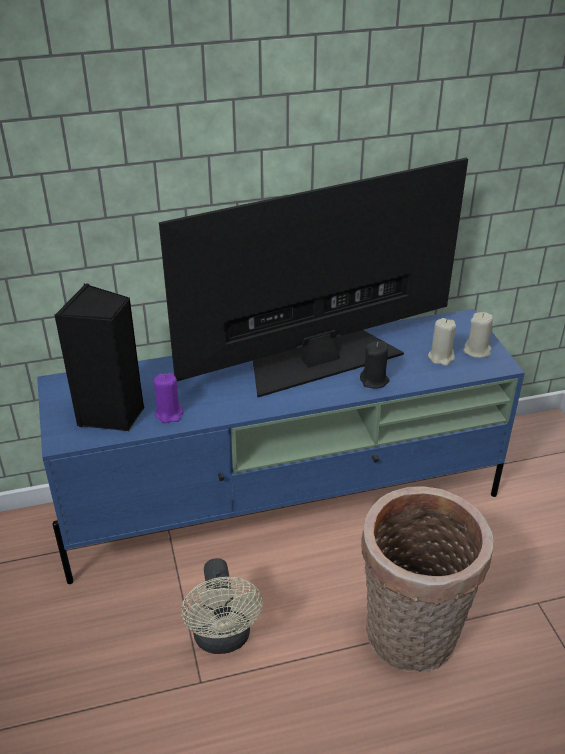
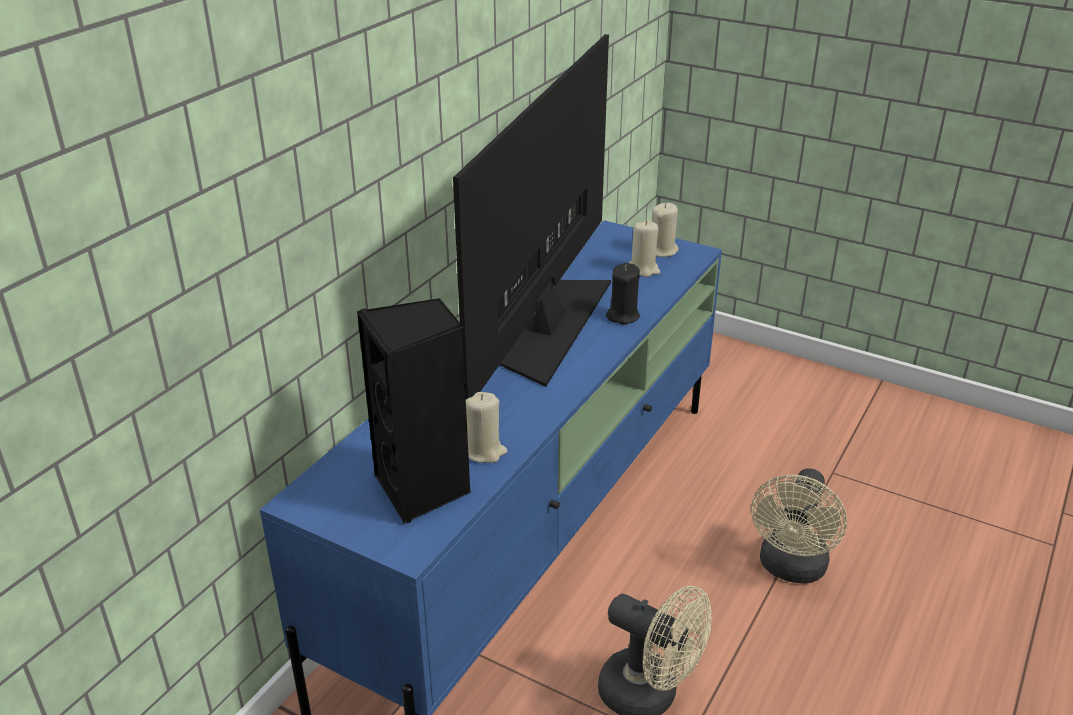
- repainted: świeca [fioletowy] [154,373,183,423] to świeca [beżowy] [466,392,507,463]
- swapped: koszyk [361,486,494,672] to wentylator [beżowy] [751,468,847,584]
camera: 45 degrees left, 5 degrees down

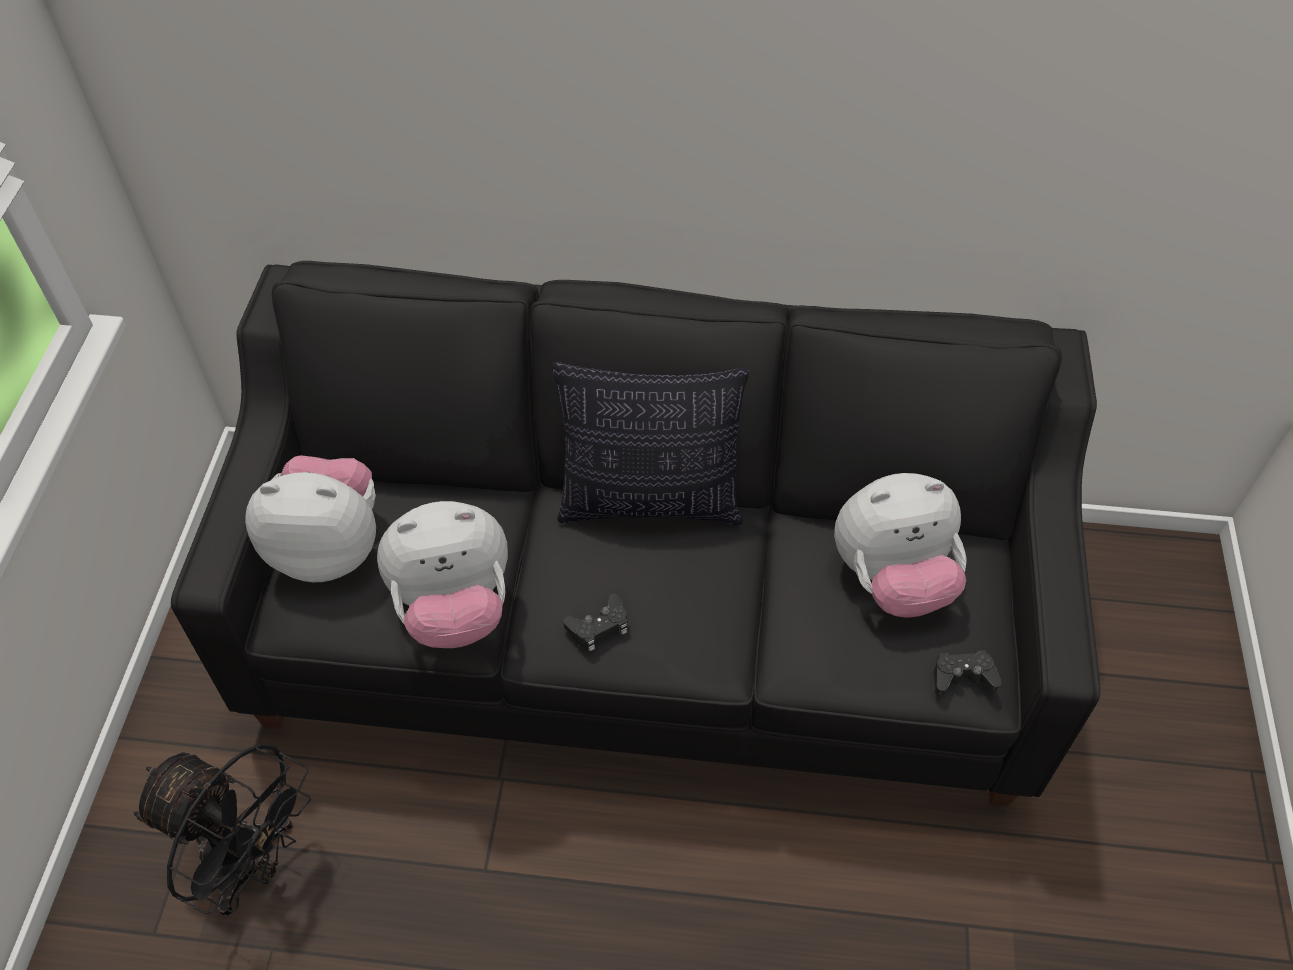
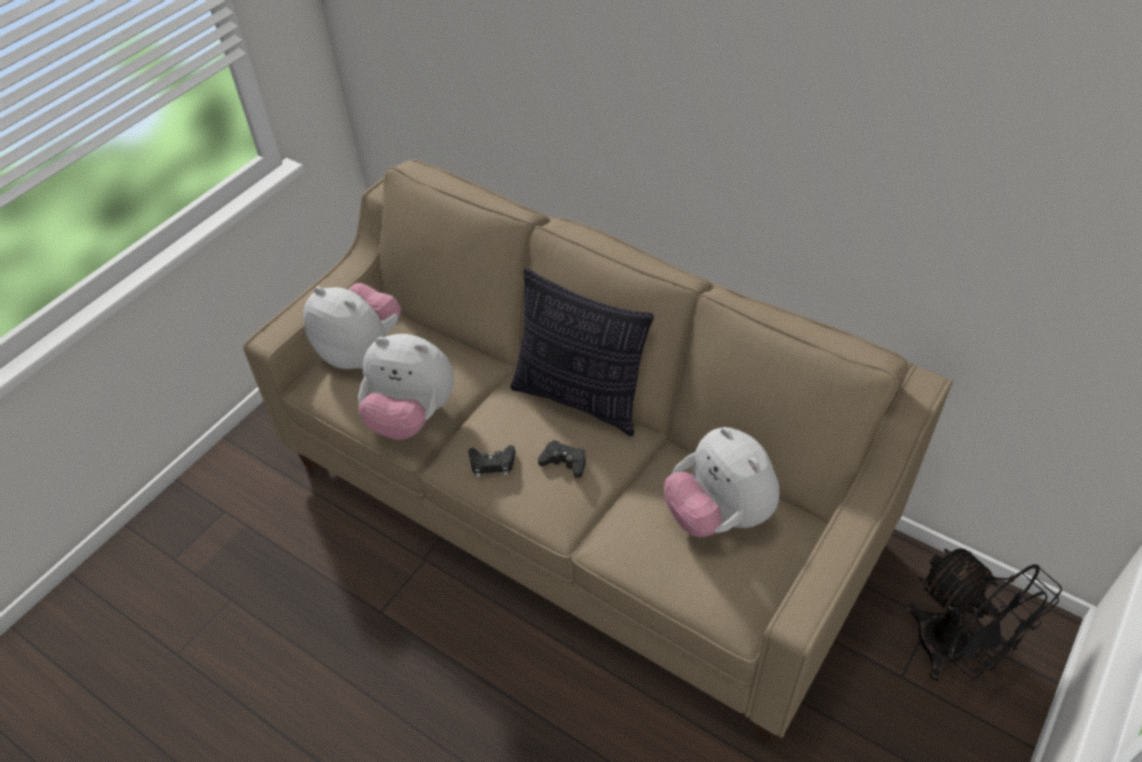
- shifted: wentylator [czarny] [134,744,311,916] to [906,549,1062,682]
- repainted: kanapa [czarny] [171,261,1101,806] to kanapa [beżowy] [243,159,953,742]
- rotated: pluszak [834,473,967,617] = [664,427,779,537] 45 degrees clockwise
- shifted: pad do gier [czarny] [934,650,1002,695] to [538,440,586,478]
camera: 30 degrees right, 5 degrees down

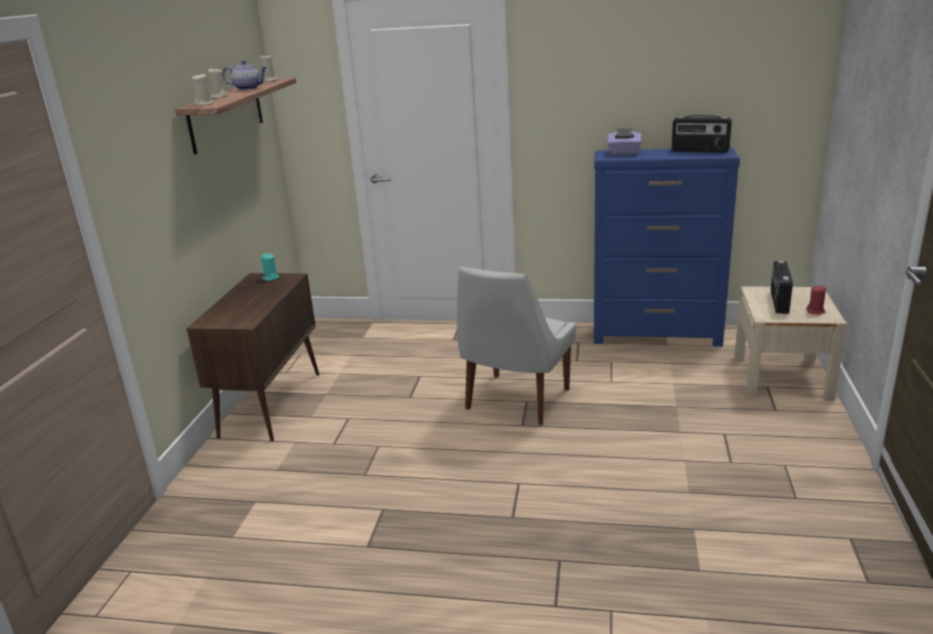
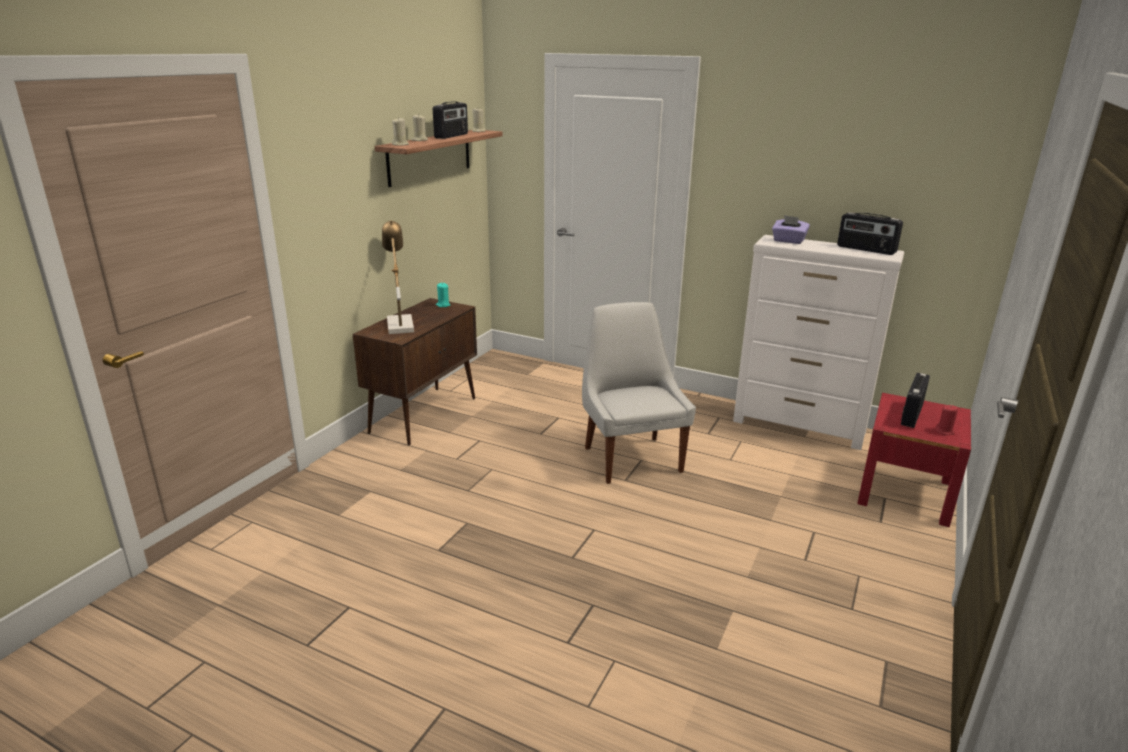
- swapped: imbryk [222,60,267,90] to radio [433,101,468,139]
- rotated: krzesło [biały] [457,267,576,425] = [582,302,696,484] 120 degrees clockwise
- repainted: komoda [niebieski] [594,147,740,347] to komoda [biały] [733,235,904,450]
- repainted: szafka nocna [beżowy] [734,286,847,401] to szafka nocna [czerwony] [857,393,971,527]
- new: lampa stołowa [382,220,414,334]
camera: 15 degrees right, 0 degrees up

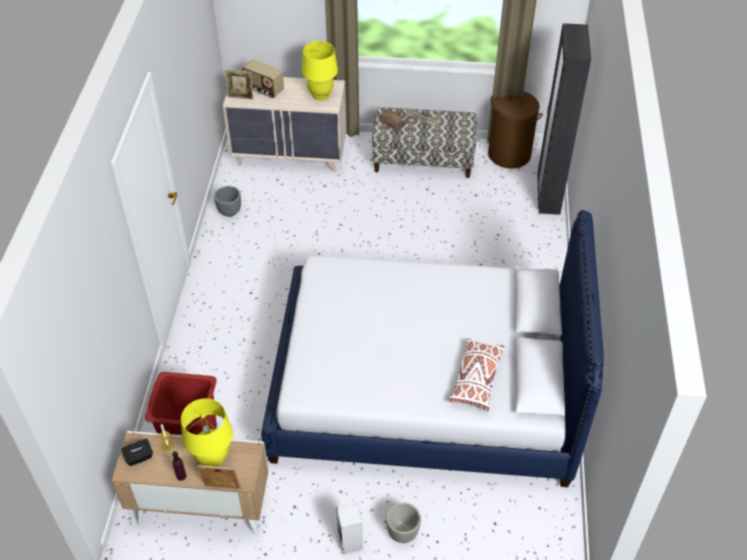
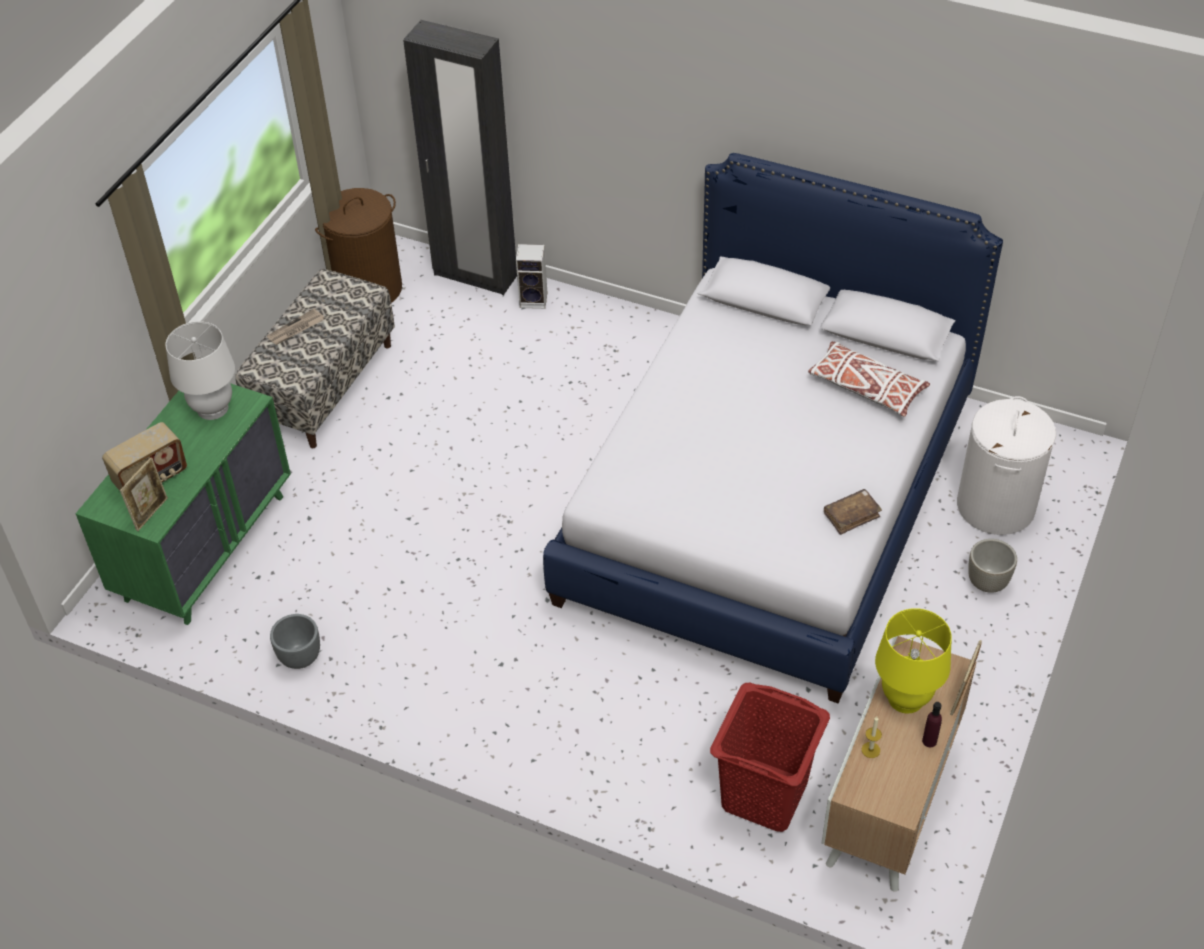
- gone: pudełko chusteczek [czarny] [121,439,153,466]
- repainted: komoda [beżowy] [223,77,346,171] to komoda [zielony] [76,383,291,625]
- repainted: lampa stołowa [żółty] [302,41,338,100] to lampa stołowa [biały] [166,321,235,420]
- shifted: głośnik [336,503,363,554] to [516,244,547,309]
- shifted: książka [brązowy] [378,109,407,132] to [824,489,882,535]
- new: kosz na pranie [biały] [957,396,1056,535]
camera: 70 degrees left, 0 degrees up

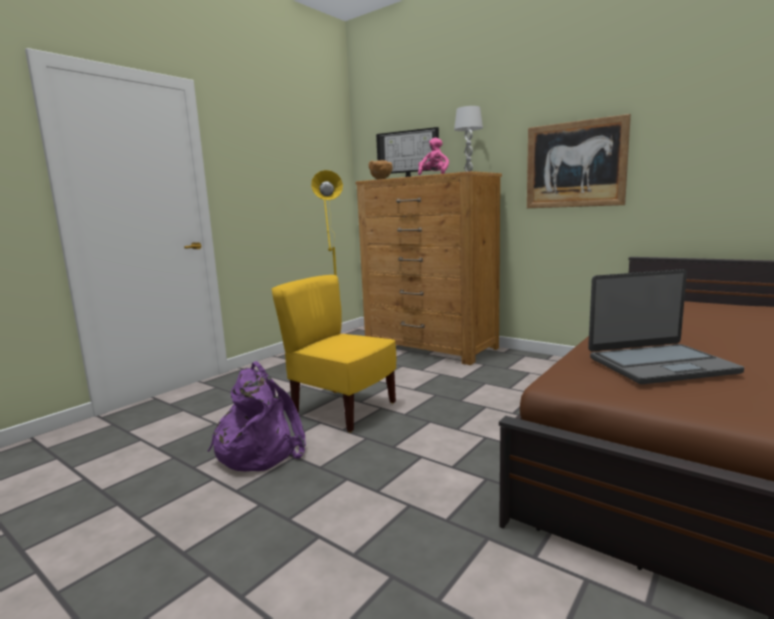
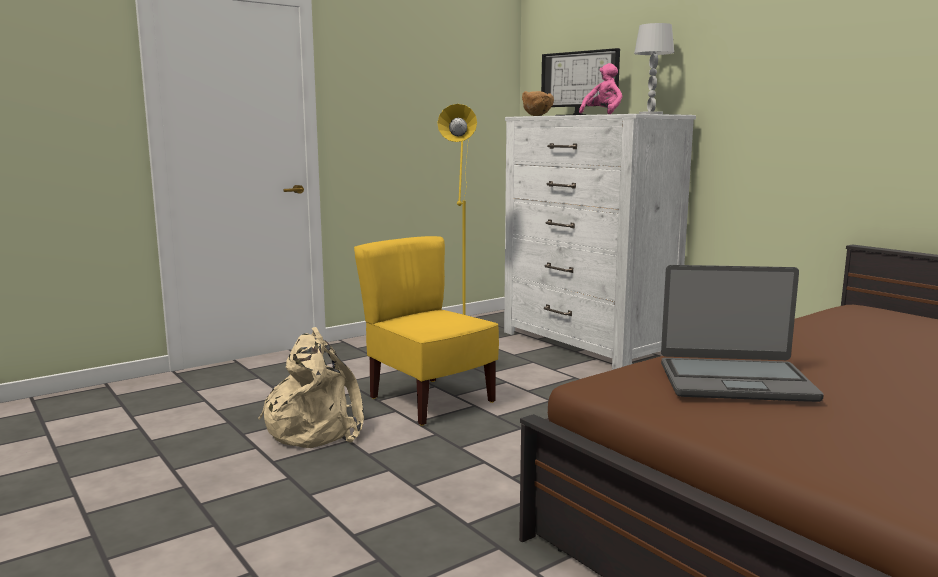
- repainted: plecak [fioletowy] [208,361,306,471] to plecak [beżowy] [258,327,364,448]
- repainted: komoda [brązowy] [355,171,502,365] to komoda [biały] [504,114,696,369]
- gone: obraz [527,114,631,208]
camera: 15 degrees right, 0 degrees up

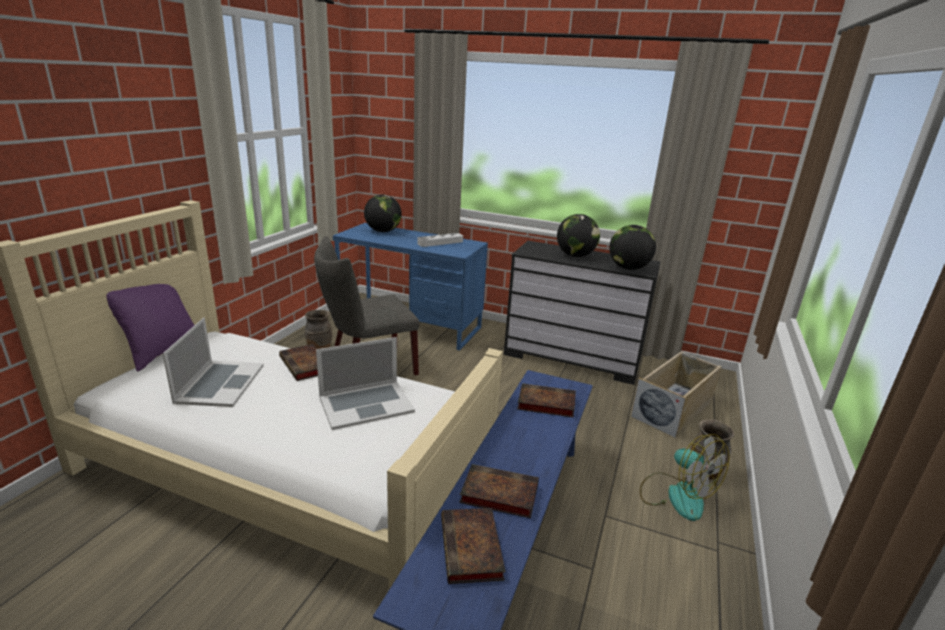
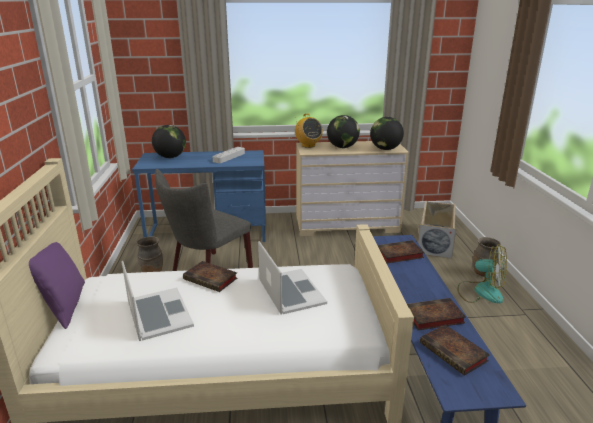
- rotated: laptop [316,337,415,430] = [258,241,327,315] 60 degrees counterclockwise
- repainted: komoda [czarny] [504,241,661,385] to komoda [beżowy] [296,141,409,236]
- new: radio [295,114,323,148]
camera: 25 degrees left, 0 degrees up

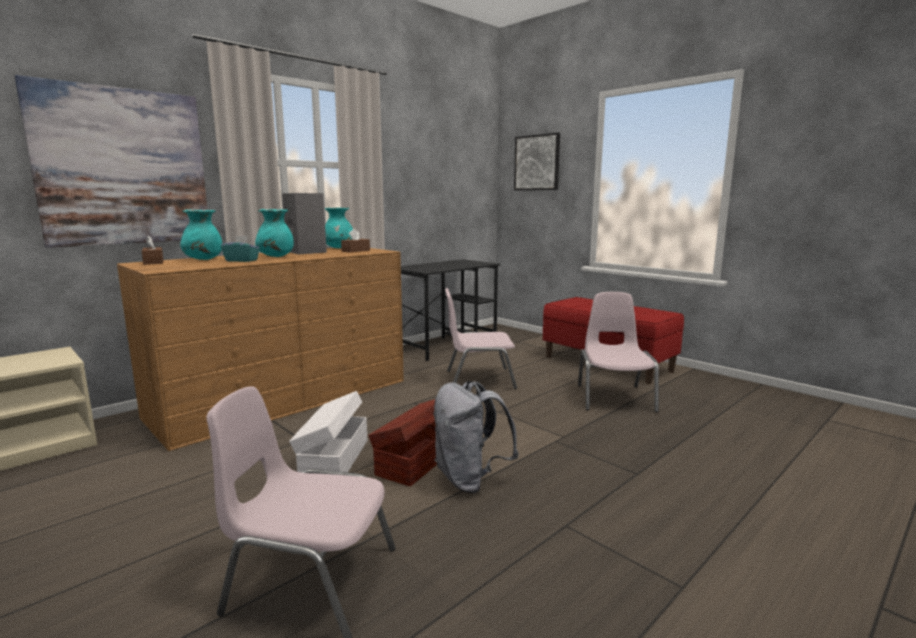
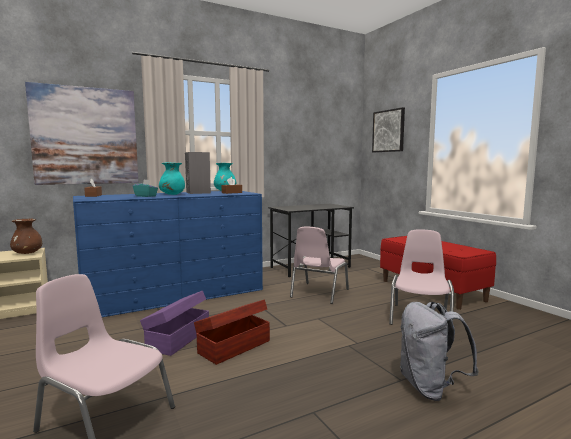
- repainted: komoda [brązowy] [117,248,404,451] to komoda [niebieski] [73,191,263,317]
- gone: wazon [turkusowy] [180,210,222,260]
- repainted: pojemnik do przechowywania [biały] [289,391,367,472] to pojemnik do przechowywania [fioletowy] [140,291,209,356]
- shifted: plecak [szary] [433,381,519,493] to [400,301,479,401]
- rotated: krzesło [różowy] [445,288,517,389] = [290,227,349,304] 75 degrees counterclockwise
- new: wazon [brązowy] [10,219,42,254]
camera: 15 degrees right, 5 degrees down

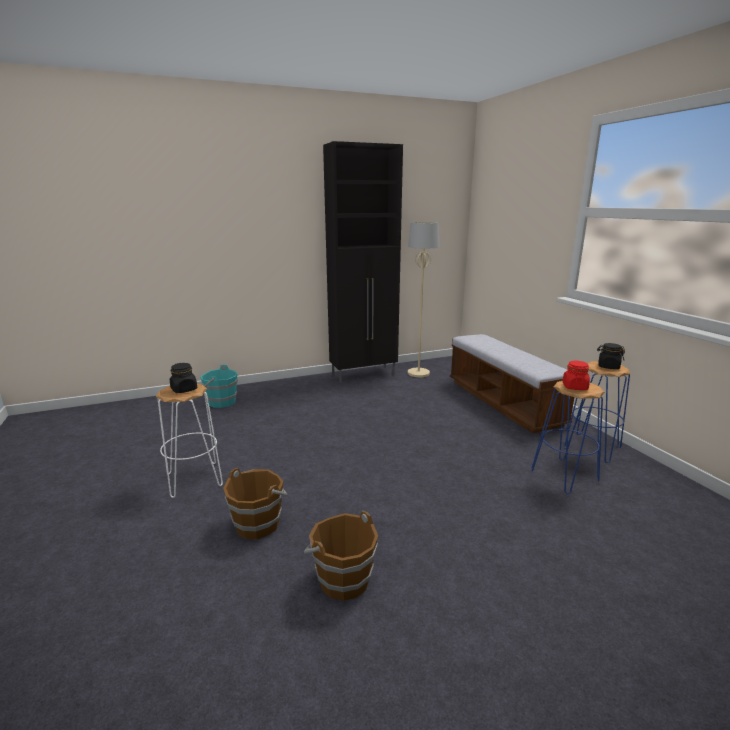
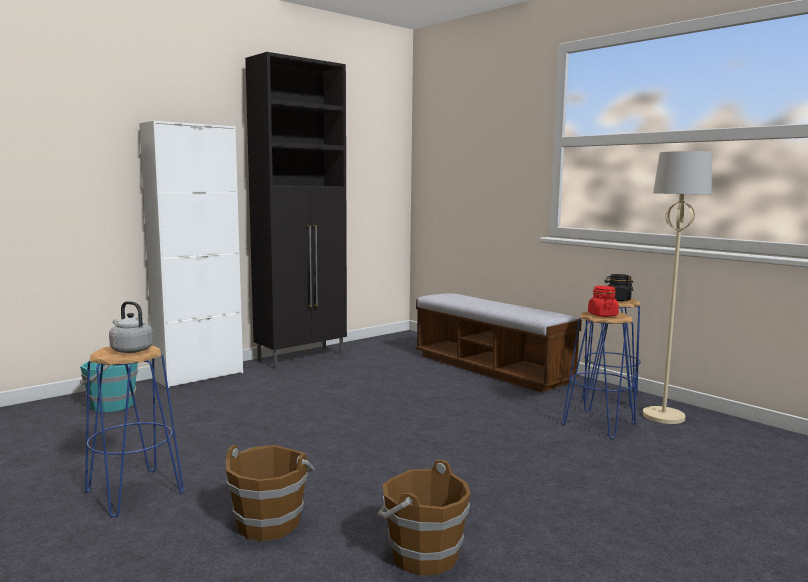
- repainted: stołek [biały] [156,383,223,498] to stołek [niebieski] [85,345,184,517]
- swapped: słoik [czarny] [170,363,197,393] to czajnik [szary] [109,301,153,353]
- shifted: lampa stojąca [beżowy] [408,222,439,377] to [643,151,712,424]
- new: szafka [biały] [139,121,243,388]
camera: 20 degrees left, 10 degrees down

